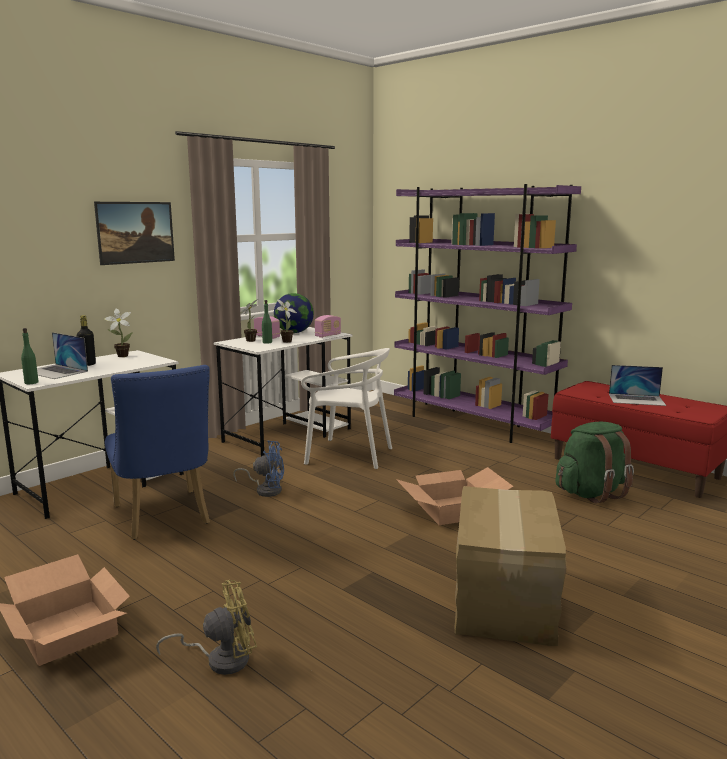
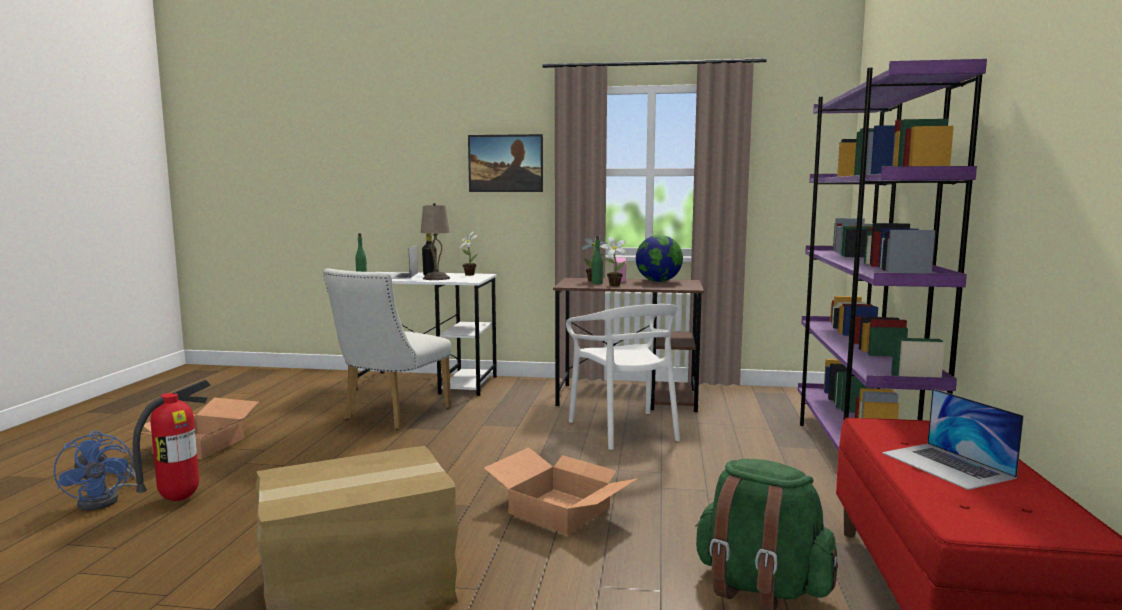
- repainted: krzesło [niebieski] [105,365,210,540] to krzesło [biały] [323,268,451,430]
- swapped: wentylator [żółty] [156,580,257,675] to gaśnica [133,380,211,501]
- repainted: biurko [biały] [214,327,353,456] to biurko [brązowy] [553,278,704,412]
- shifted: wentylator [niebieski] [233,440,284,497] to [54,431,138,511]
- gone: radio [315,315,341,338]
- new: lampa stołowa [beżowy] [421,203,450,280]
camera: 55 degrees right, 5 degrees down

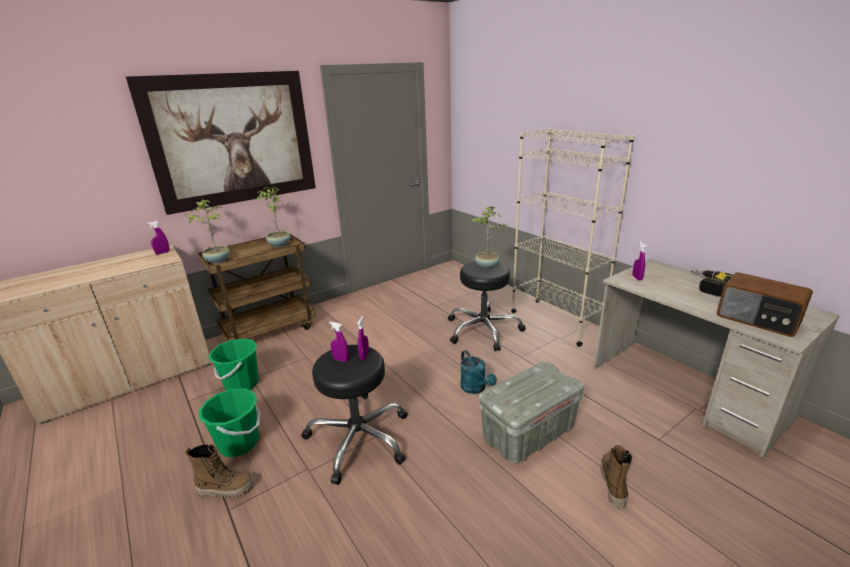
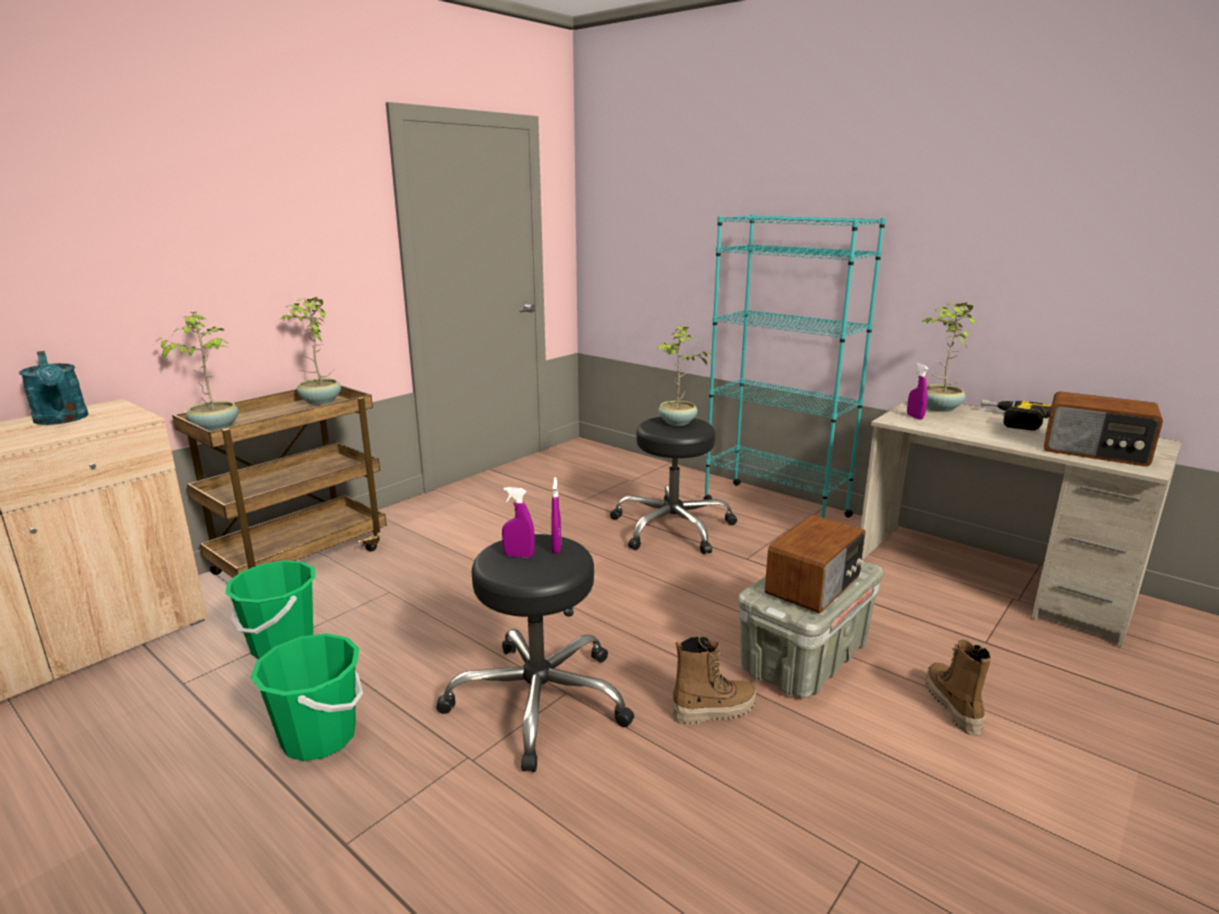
- gone: obraz [126,71,316,215]
- gone: spryskiwacz [fioletowy] [147,221,170,254]
- shifted: but z cholewką [186,444,254,498] to [673,636,756,725]
- shifted: konewka [turkusowy] [460,350,497,394] to [19,351,89,425]
- repainted: regał [beżowy] [511,128,634,347] to regał [turkusowy] [704,214,886,518]
- new: radio [765,514,865,613]
- new: roślina doniczkowa [921,302,975,412]
camera: 15 degrees left, 5 degrees down

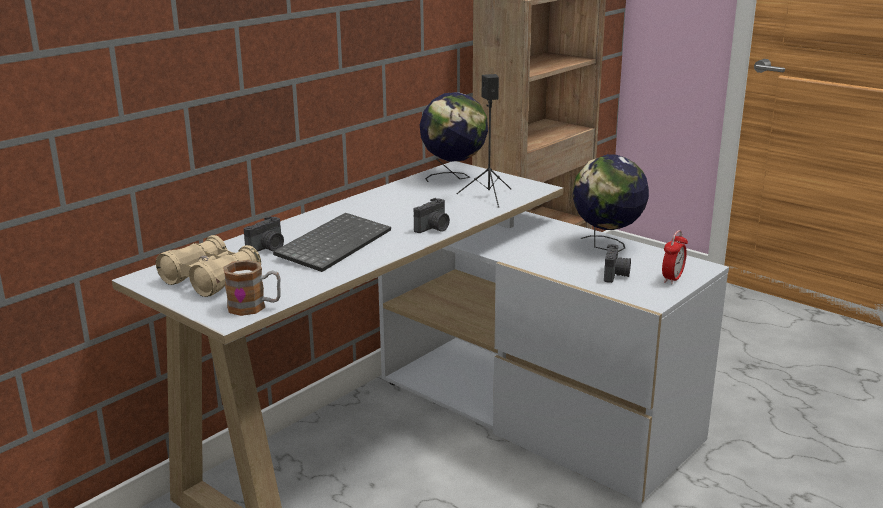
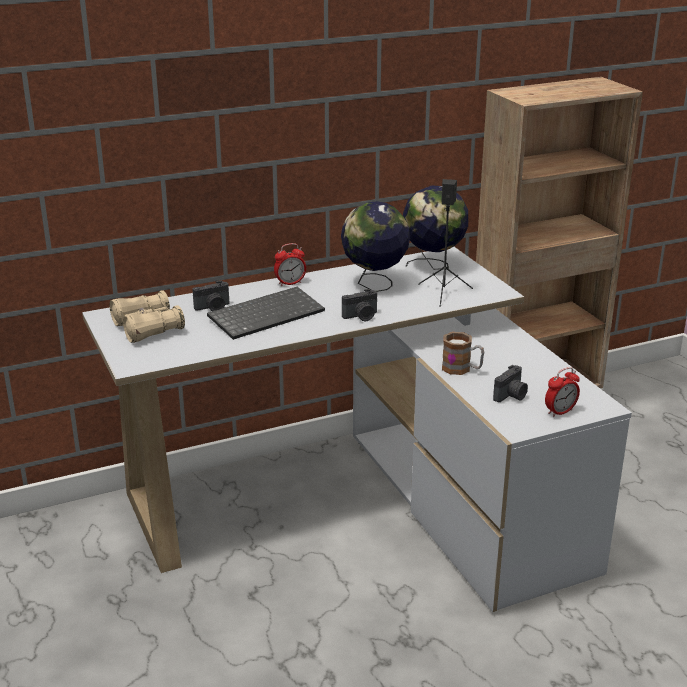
- shifted: kubek [223,260,281,316] to [442,332,484,375]
- shifted: globus [572,154,649,252] to [341,201,410,292]
- new: budzik [274,243,306,286]
camera: 25 degrees right, 5 degrees up

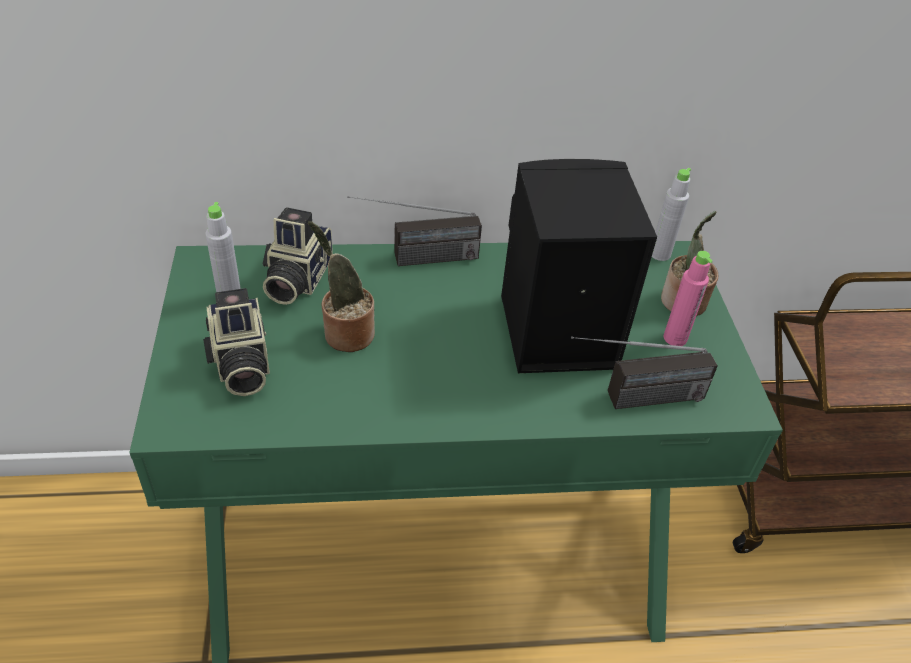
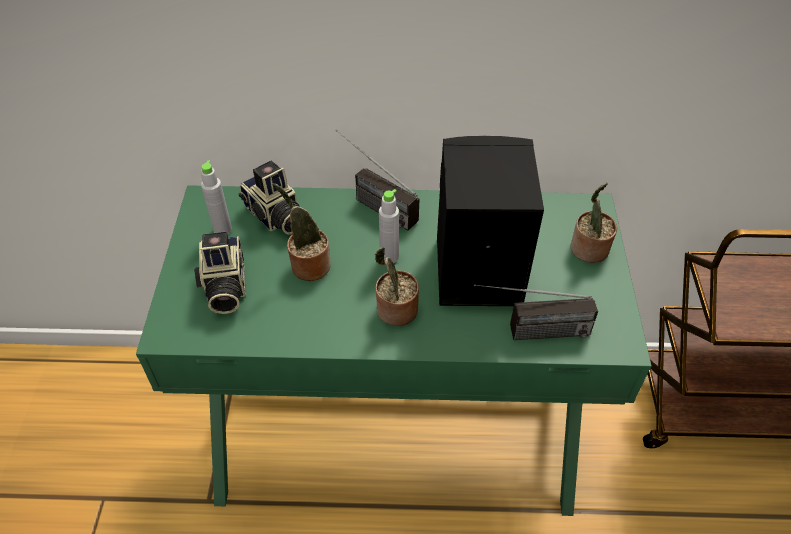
- rotated: aparat fotograficzny [263,207,332,305] = [239,161,300,235] 60 degrees counterclockwise
- rotated: radio [347,196,482,266] = [336,130,419,230] 45 degrees clockwise
- shifted: butelka [szary] [652,168,691,261] to [379,189,399,263]
- gone: butelka [różowy] [664,251,713,346]
- new: roślina doniczkowa [375,247,419,326]
camera: 10 degrees right, 5 degrees up

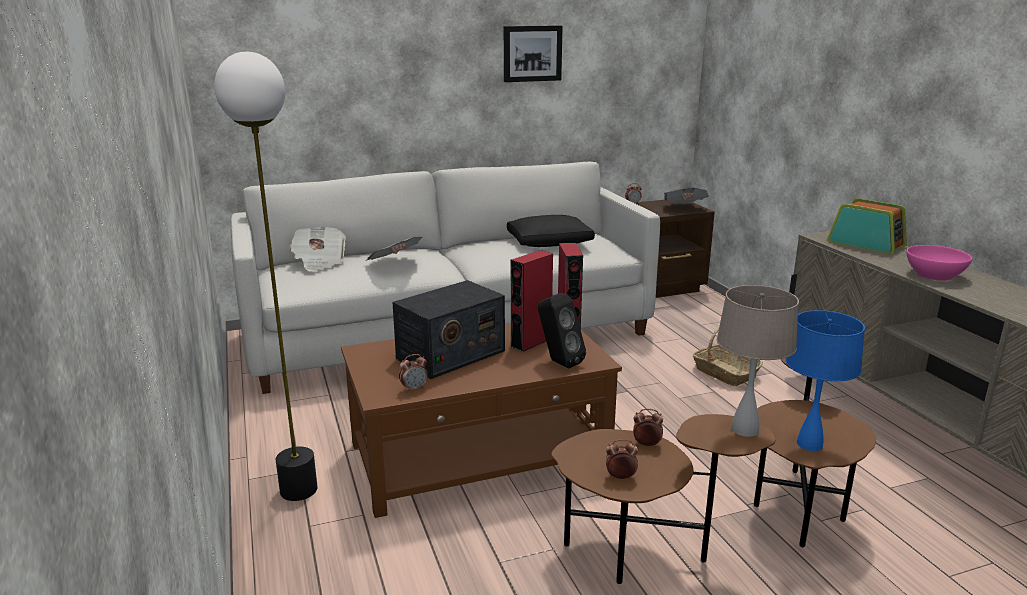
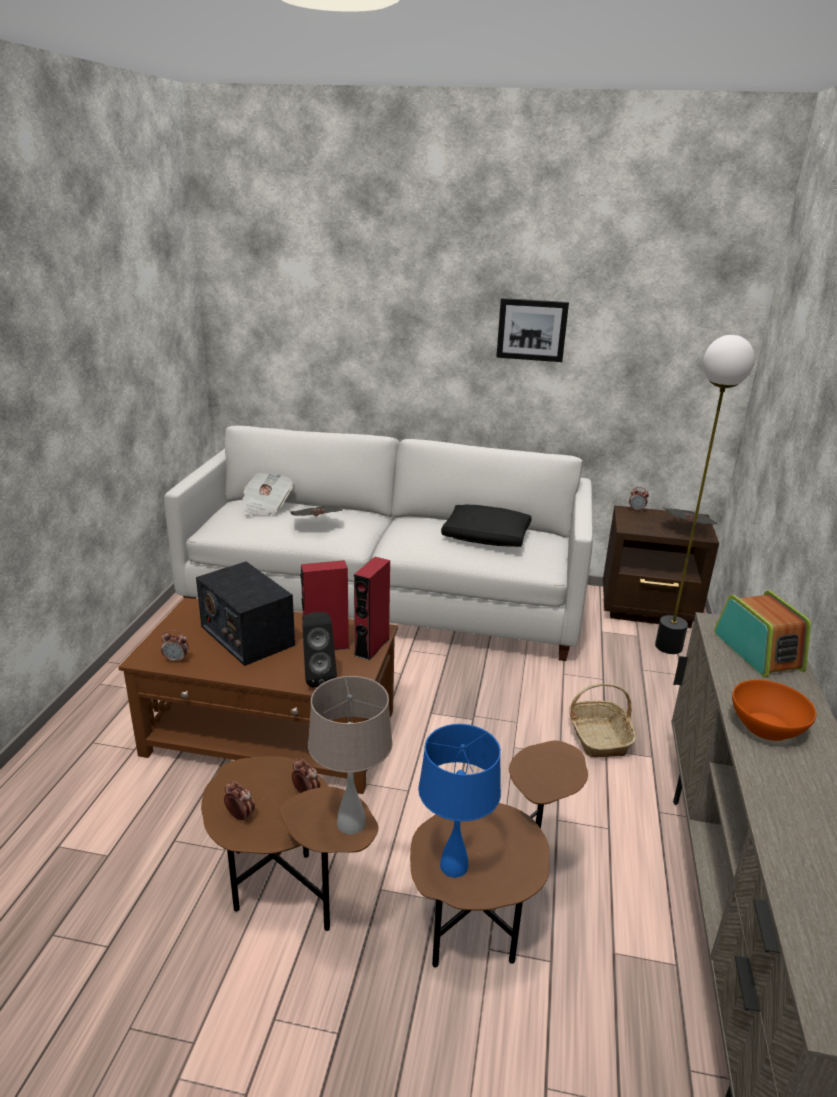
- shifted: lampa stojąca [214,52,318,501] to [655,335,755,654]
- rotated: radio [392,280,505,379] = [196,561,295,666] 60 degrees clockwise
- repainted: miska [różowy] [907,245,972,281] to miska [pomarańczowy] [732,680,816,741]
camera: 30 degrees right, 5 degrees up

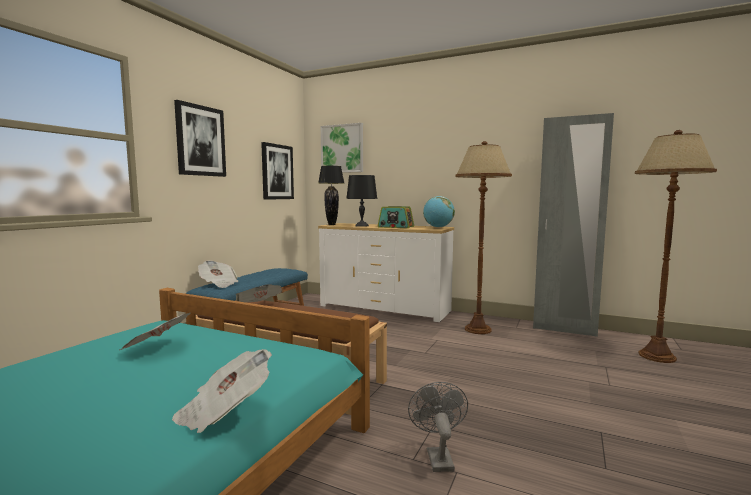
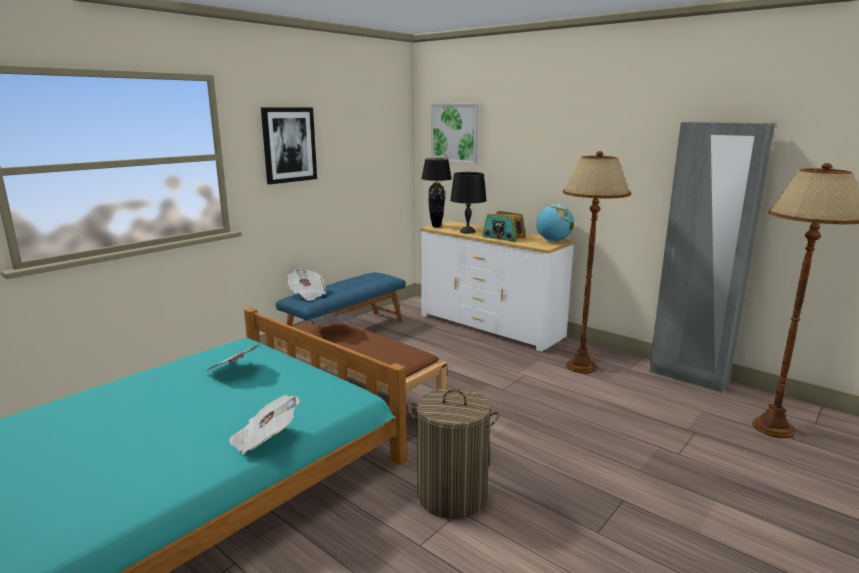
- gone: obraz [261,142,294,200]
- swapped: wentylator [szary] [408,382,468,472] to kosz na pranie [408,388,500,519]
camera: 15 degrees right, 10 degrees up

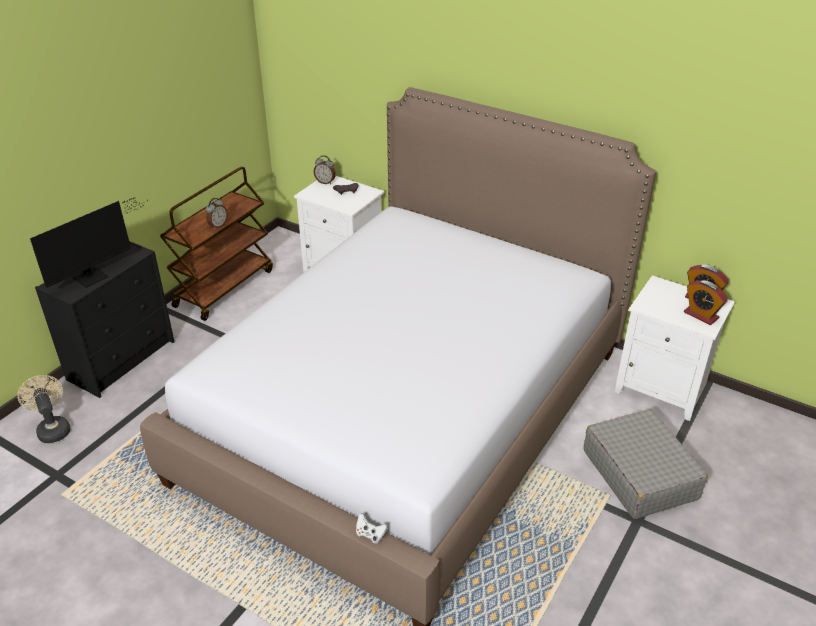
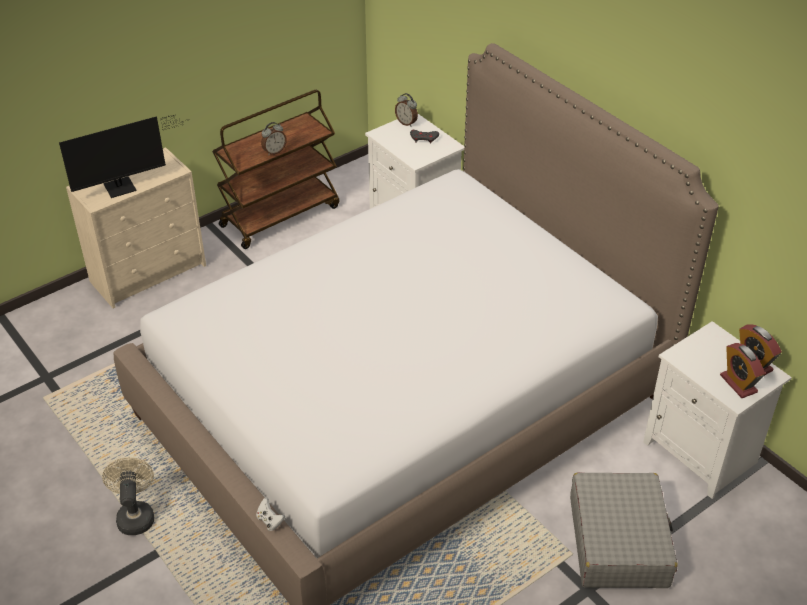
- shifted: wentylator [beżowy] [17,375,71,443] to [102,457,154,535]
- repainted: komoda [czarny] [35,241,175,398] to komoda [beżowy] [66,147,206,308]
camera: 20 degrees right, 5 degrees up

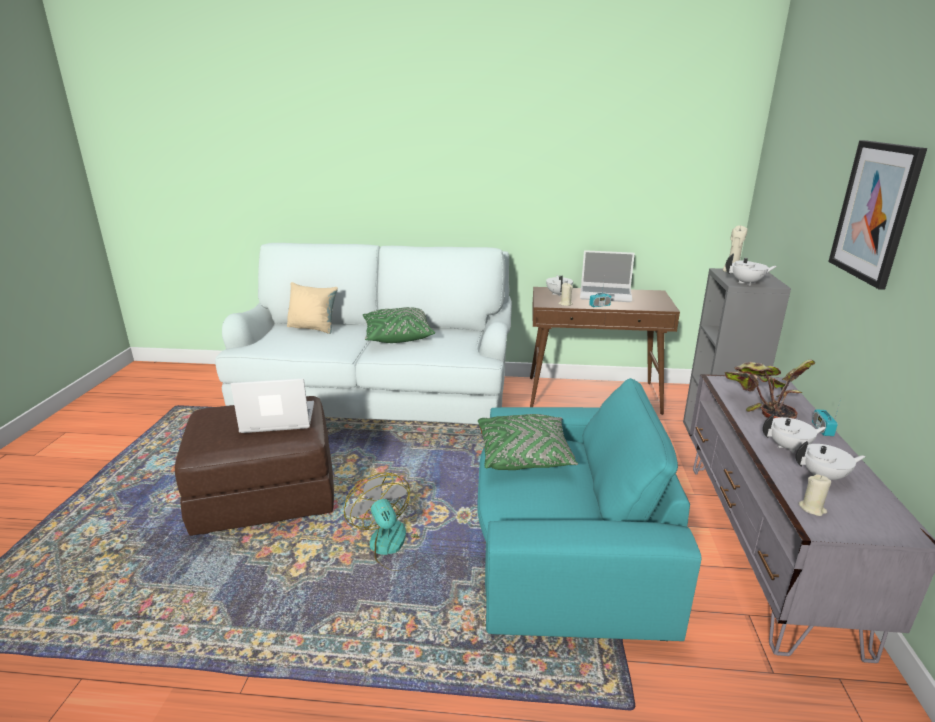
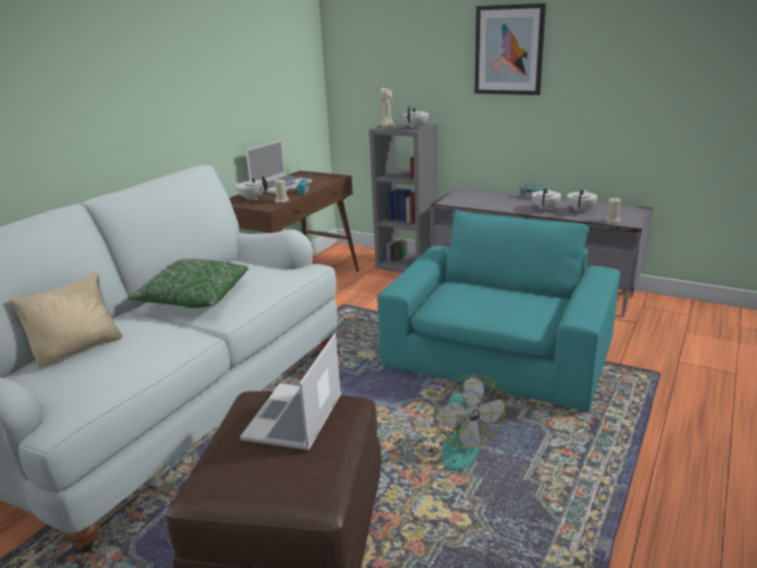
- rotated: wentylator [344,472,428,571] = [425,375,505,471] 105 degrees counterclockwise
- gone: poduszka [zielony] [478,414,578,470]
- gone: roślina doniczkowa [724,359,815,419]
camera: 65 degrees left, 0 degrees up

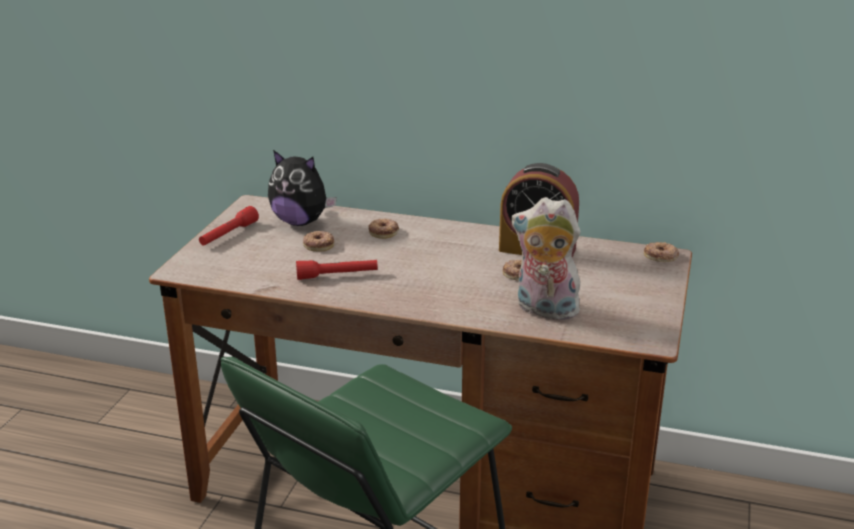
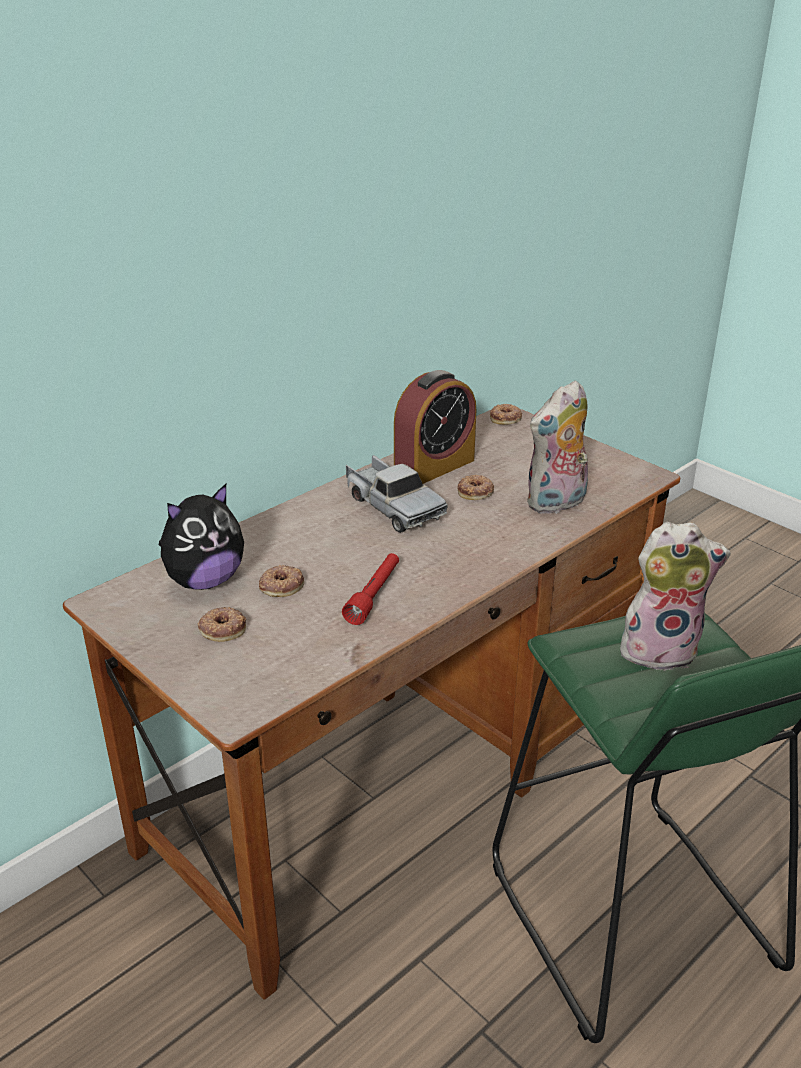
- gone: latarka [czerwony] [199,206,259,246]
- shifted: donut [369,219,399,239] to [198,607,246,642]
- new: ciężarówka zabawkowa [346,455,448,533]
- new: pluszak [620,522,731,671]
camera: 60 degrees left, 5 degrees up

